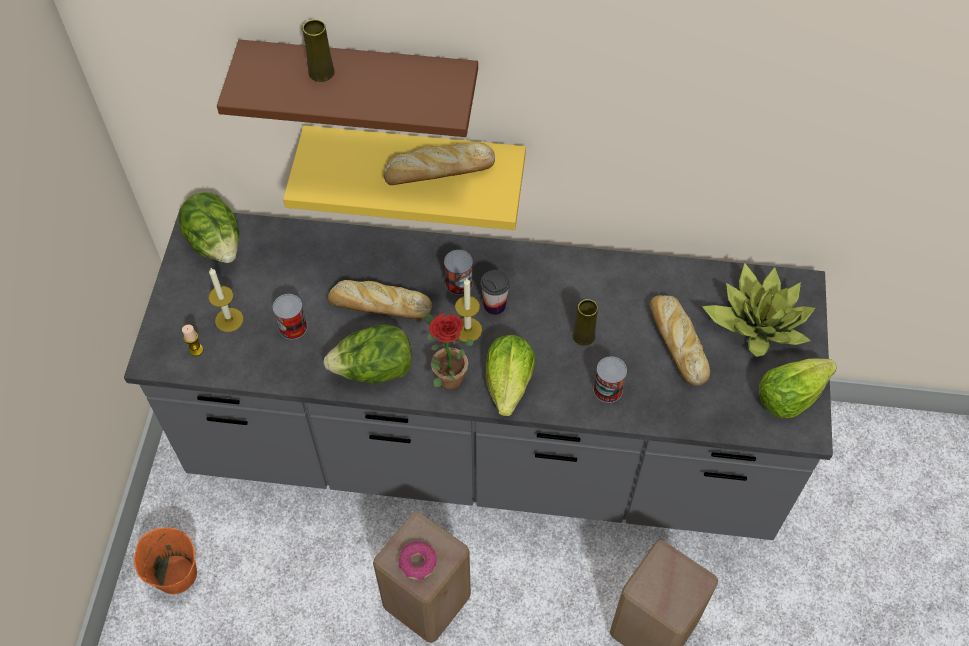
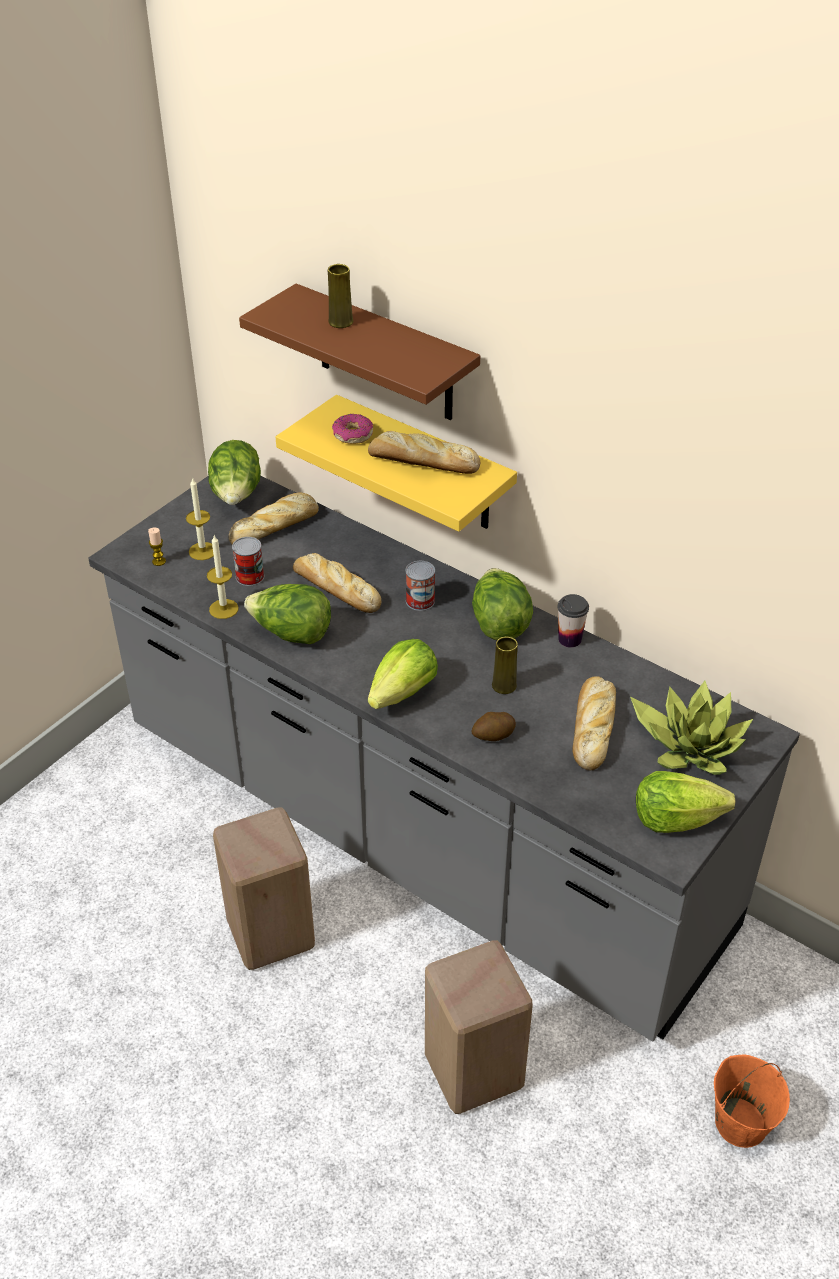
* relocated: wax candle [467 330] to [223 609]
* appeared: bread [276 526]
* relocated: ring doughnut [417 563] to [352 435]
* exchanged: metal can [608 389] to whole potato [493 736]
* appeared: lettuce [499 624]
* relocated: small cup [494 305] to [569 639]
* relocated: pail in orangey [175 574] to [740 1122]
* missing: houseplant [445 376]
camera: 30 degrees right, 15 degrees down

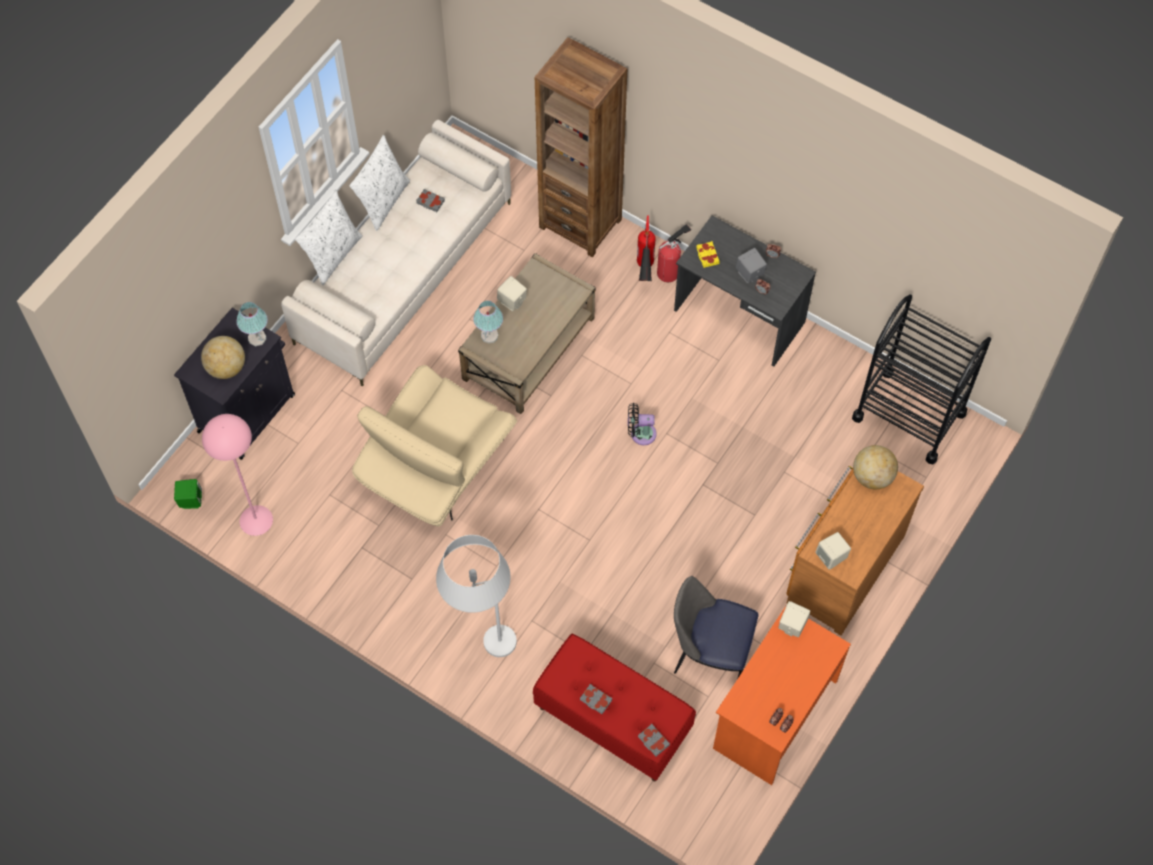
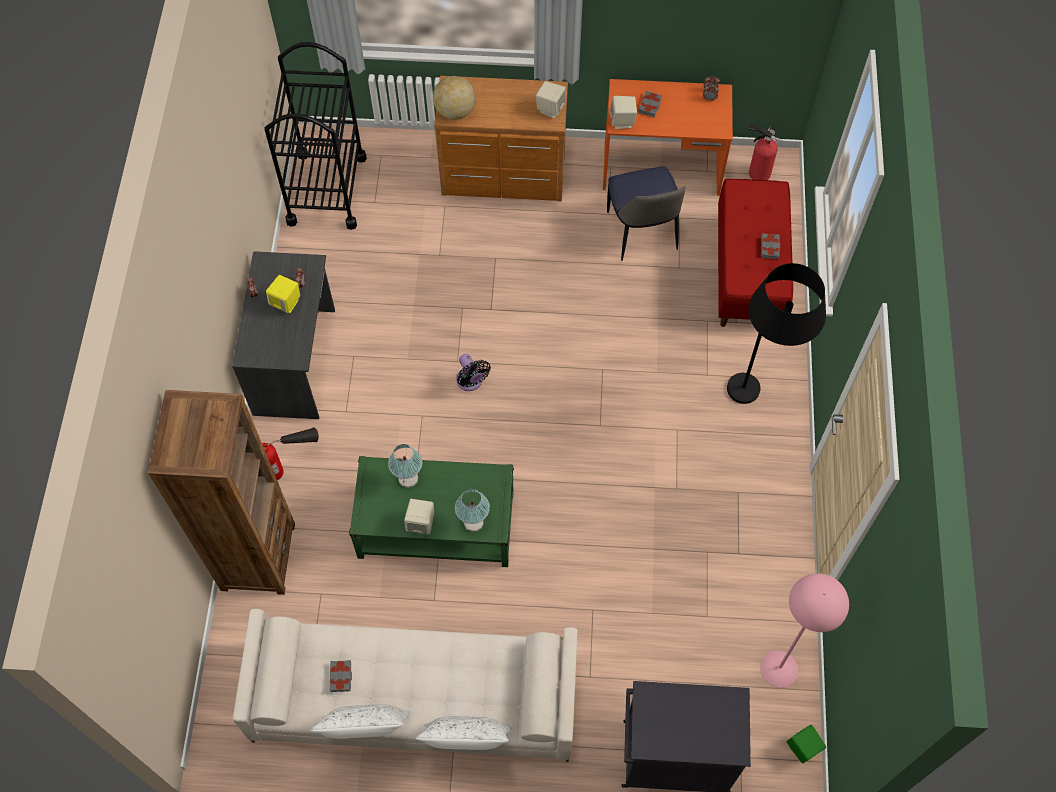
* colour: speaker in greyish [749 274] to speaker in yellowish [286 302]
* colour: coffee table in beige [528 348] to coffee table in green [436 525]
* relocated: table lamp [257 338] to [408 478]
* relocated: book in greyish [653 741] to [650 106]
* colour: standard lamp in whitish [481 646] to standard lamp in black-coloured [757 401]
* relocated: fire extinguisher [670 271] to [757 172]
* missing: globe [226 368]
* missing: armchair in beige [435 467]
* missing: book in yellowish [707 256]
camera: 120 degrees left, 0 degrees up

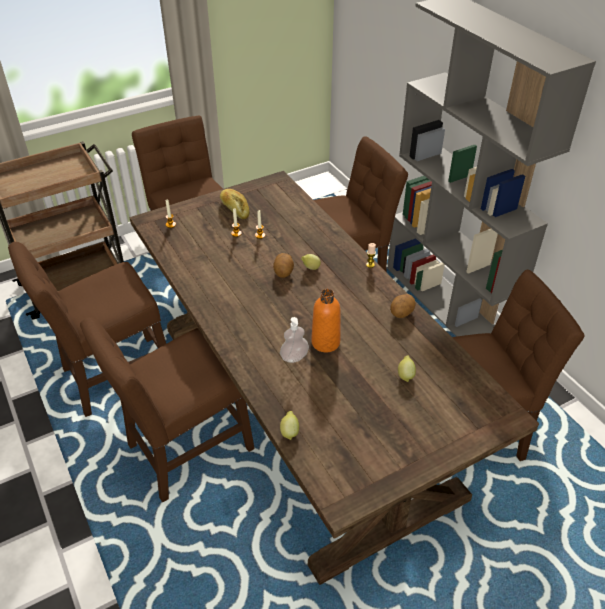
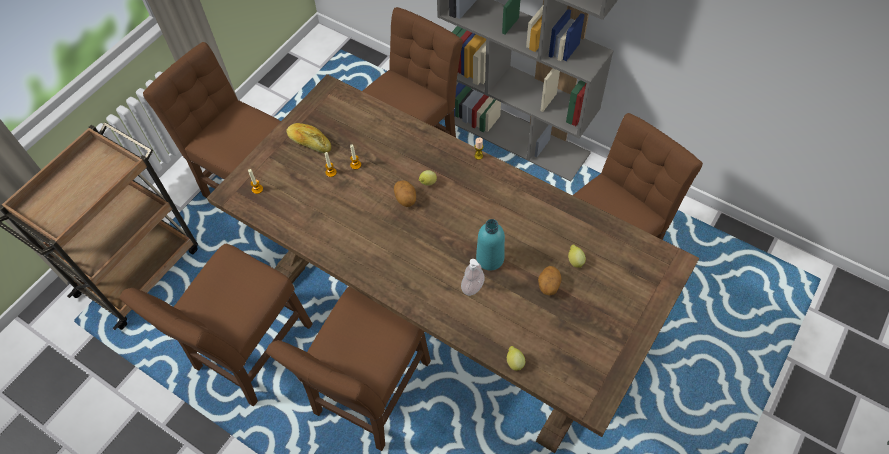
* colour: drink bottle in orangey [325 342] to drink bottle in turquoise-coloured [490 258]
* relocated: whole potato [401 313] to [548 286]
camera: 25 degrees left, 15 degrees up

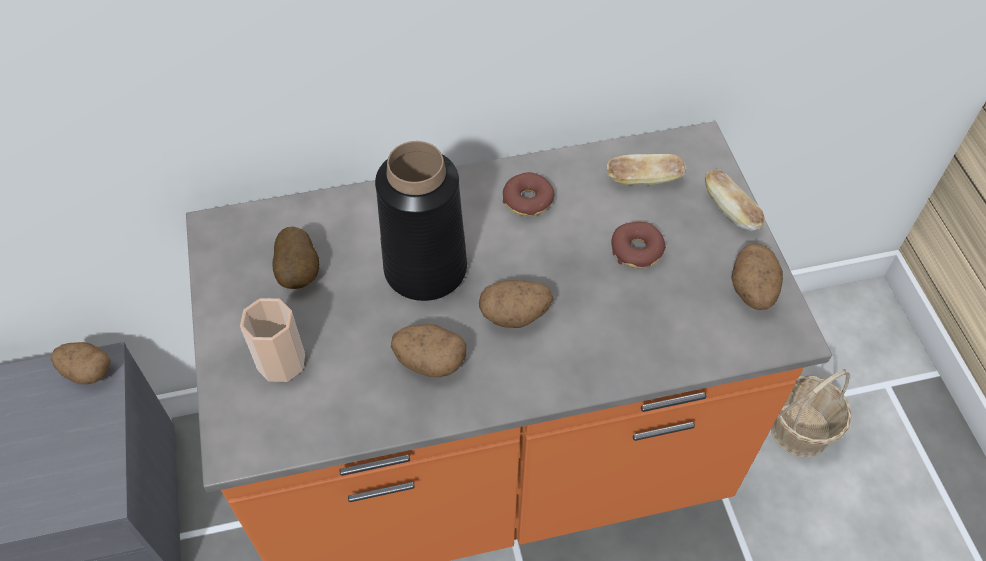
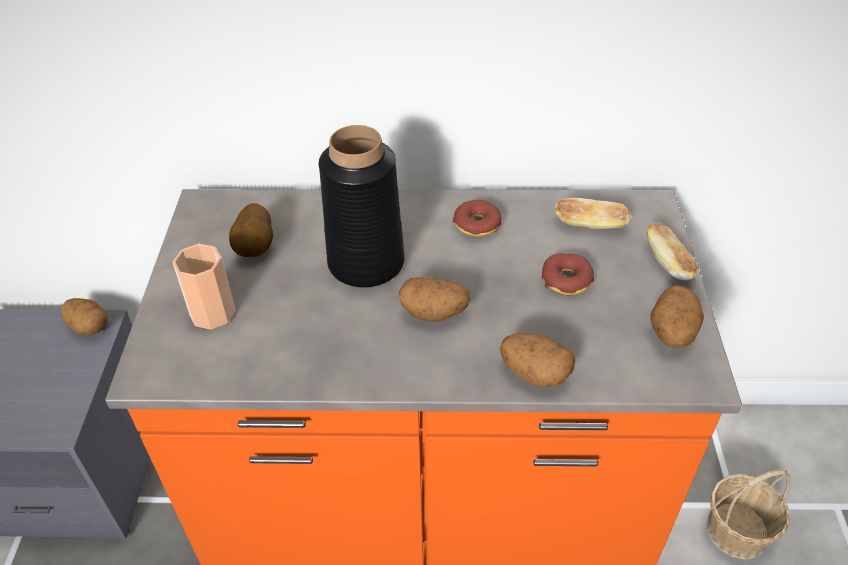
* relocated: whole potato [429 361] to [534 373]
camera: 15 degrees right, 10 degrees down

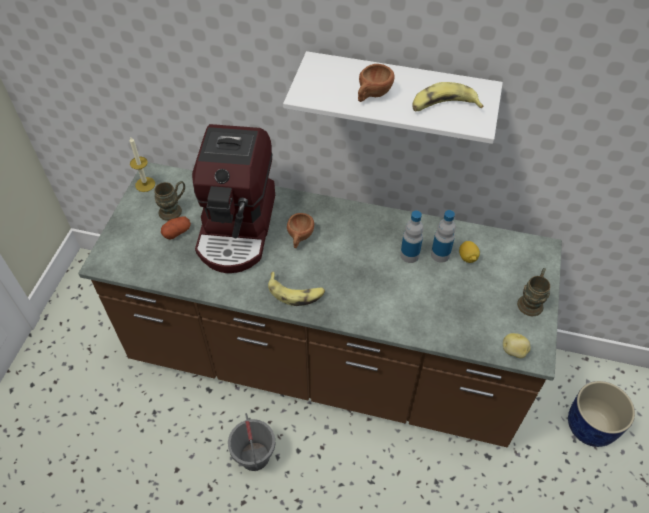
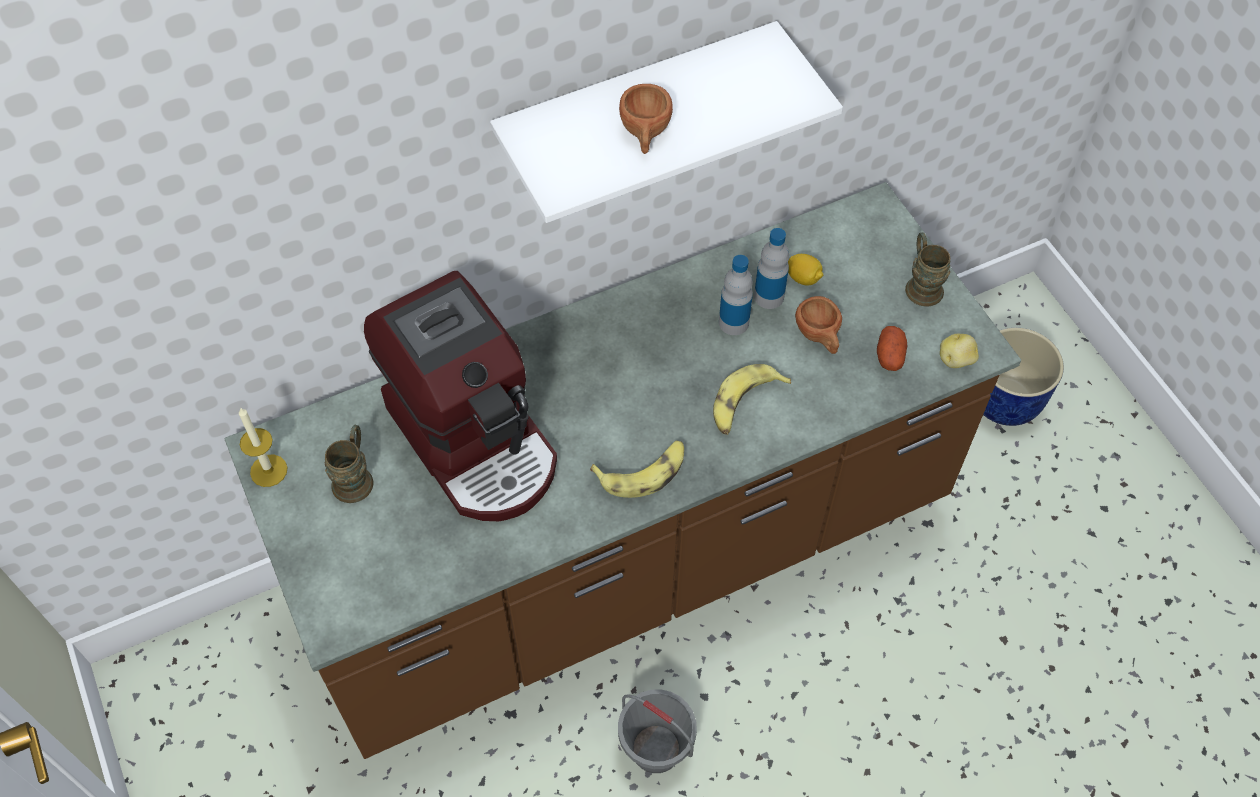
* relocated: whole banana [443 106] to [744 404]
* relocated: small cup in brownish [299 238] to [819 336]
* relocated: whole potato [177 232] to [889 355]
camera: 40 degrees left, 5 degrees up

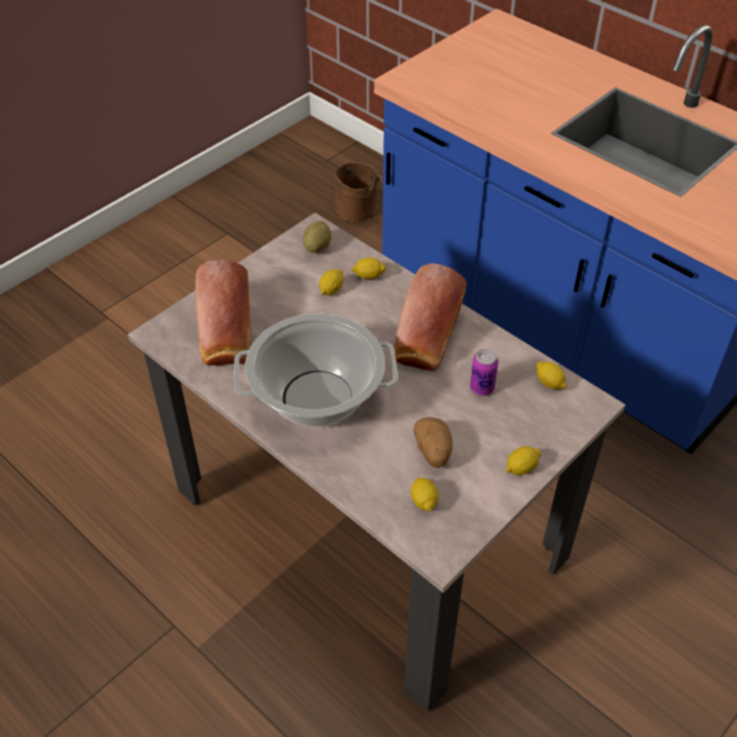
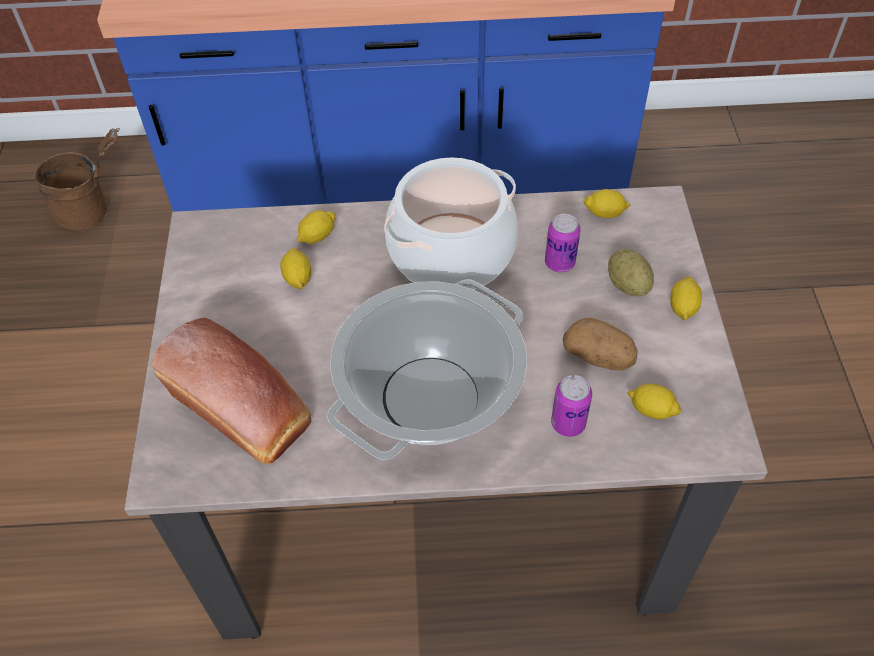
* exchanged: bread [426 337] to stockpot [451 254]
* appeared: metal can [568 423]
* relocated: whole potato [317 247] to [627 285]
camera: 45 degrees left, 5 degrees up

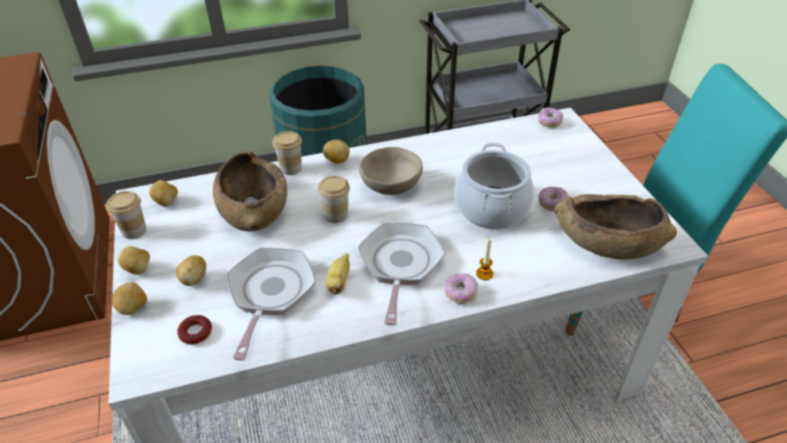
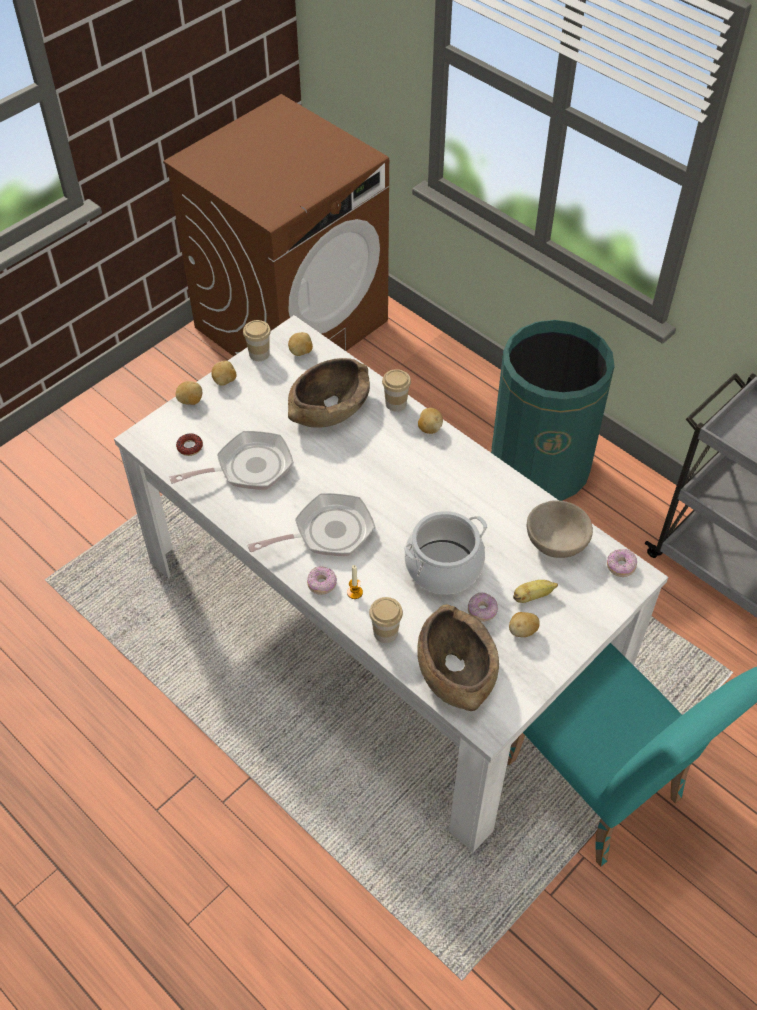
* relocated: small cup [336 215] to [385 632]
* relocated: whole potato [194 279] to [522 631]
* relocated: whole banana [339 282] to [532 596]
* relocated: deep dish in beige [391 186] to [557 542]
camera: 60 degrees right, 10 degrees up

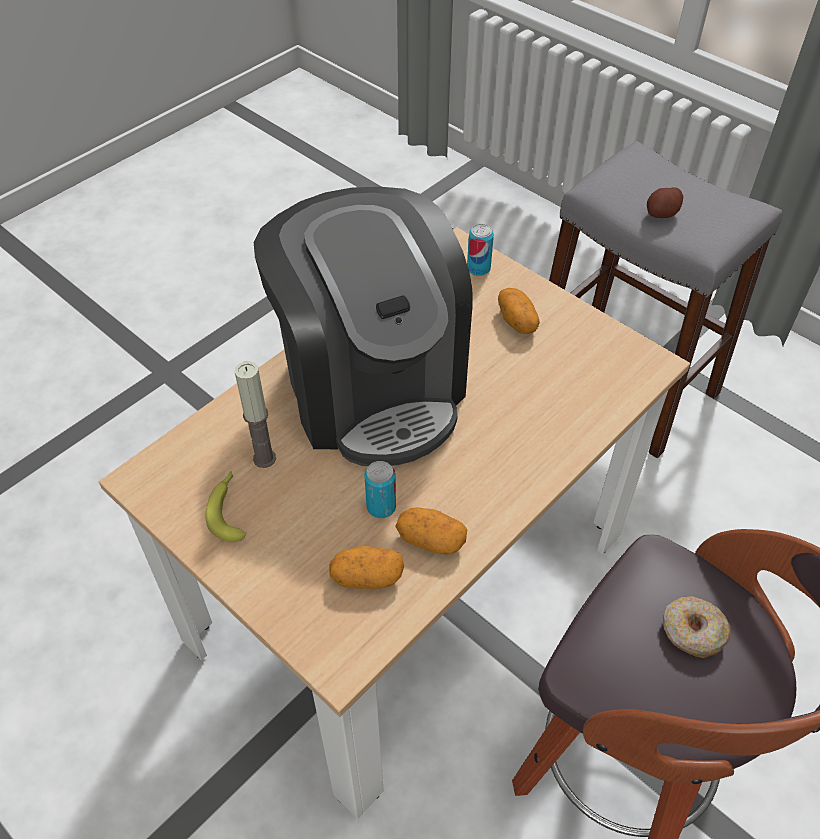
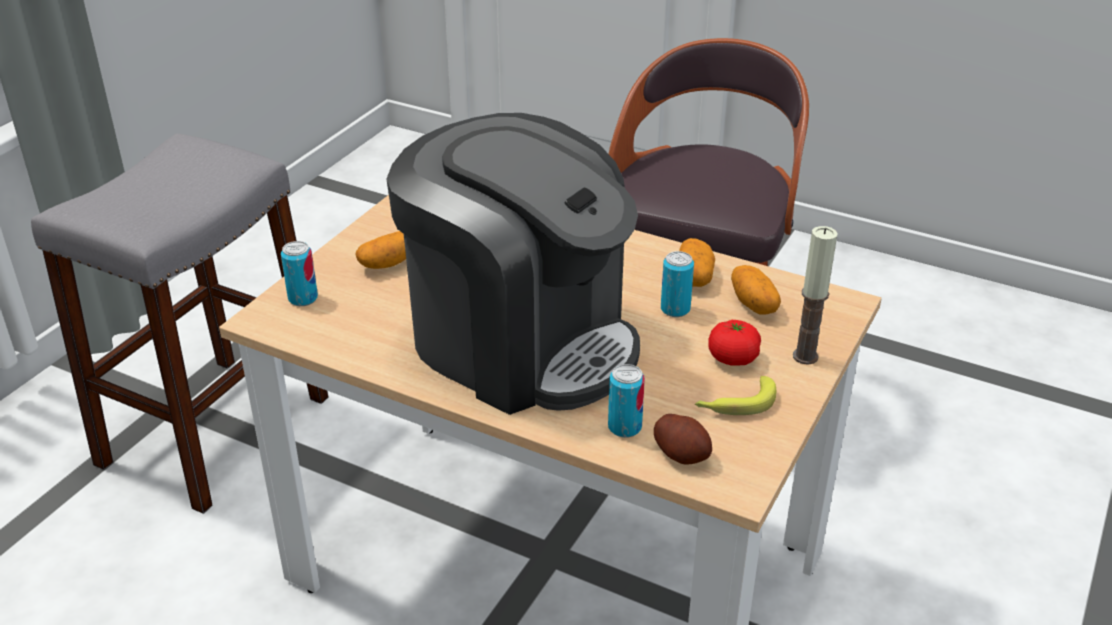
* spun: coffee maker [372 386] = [521 342] 75 degrees clockwise
* appeared: metal can [624 427]
* relocated: whole potato [662 214] to [682 454]
* appeared: whole tomato [733 358]
* relocated: wax candle [264 458] to [805 356]
* missing: ring doughnut [692 632]
camera: 105 degrees left, 15 degrees down

